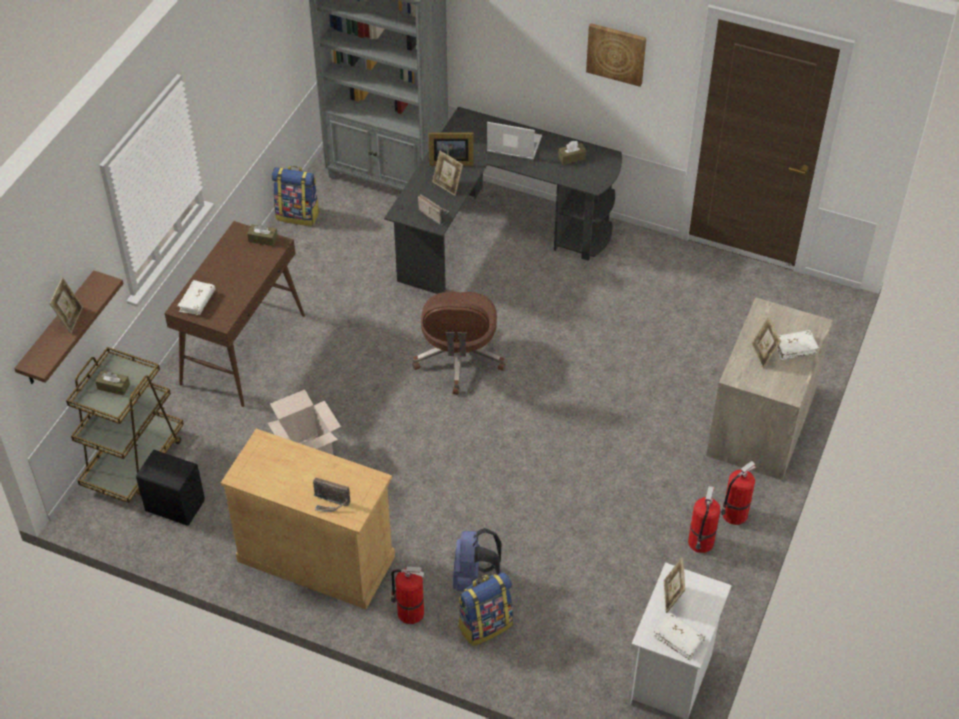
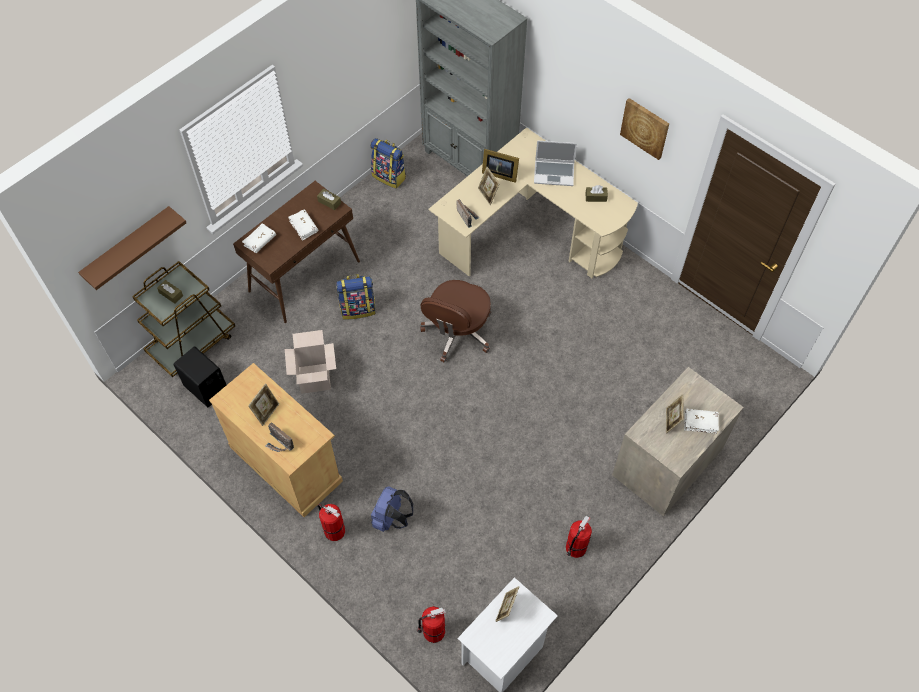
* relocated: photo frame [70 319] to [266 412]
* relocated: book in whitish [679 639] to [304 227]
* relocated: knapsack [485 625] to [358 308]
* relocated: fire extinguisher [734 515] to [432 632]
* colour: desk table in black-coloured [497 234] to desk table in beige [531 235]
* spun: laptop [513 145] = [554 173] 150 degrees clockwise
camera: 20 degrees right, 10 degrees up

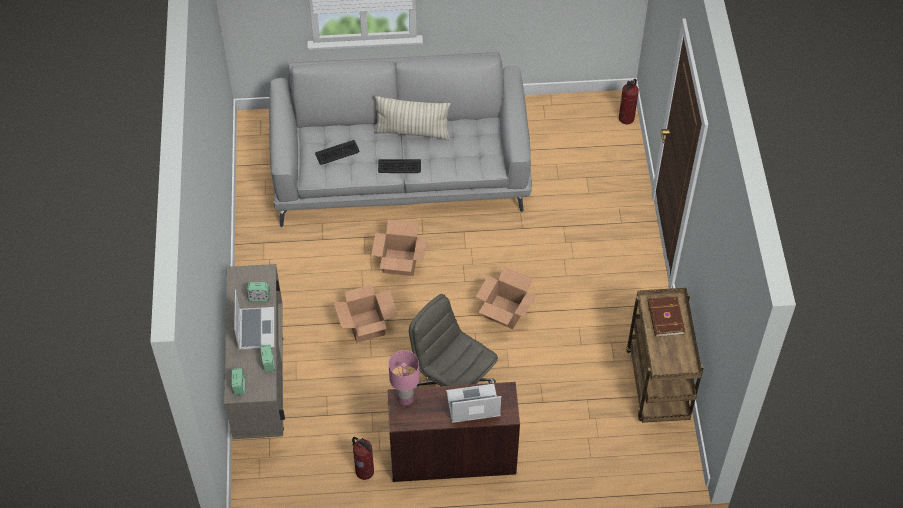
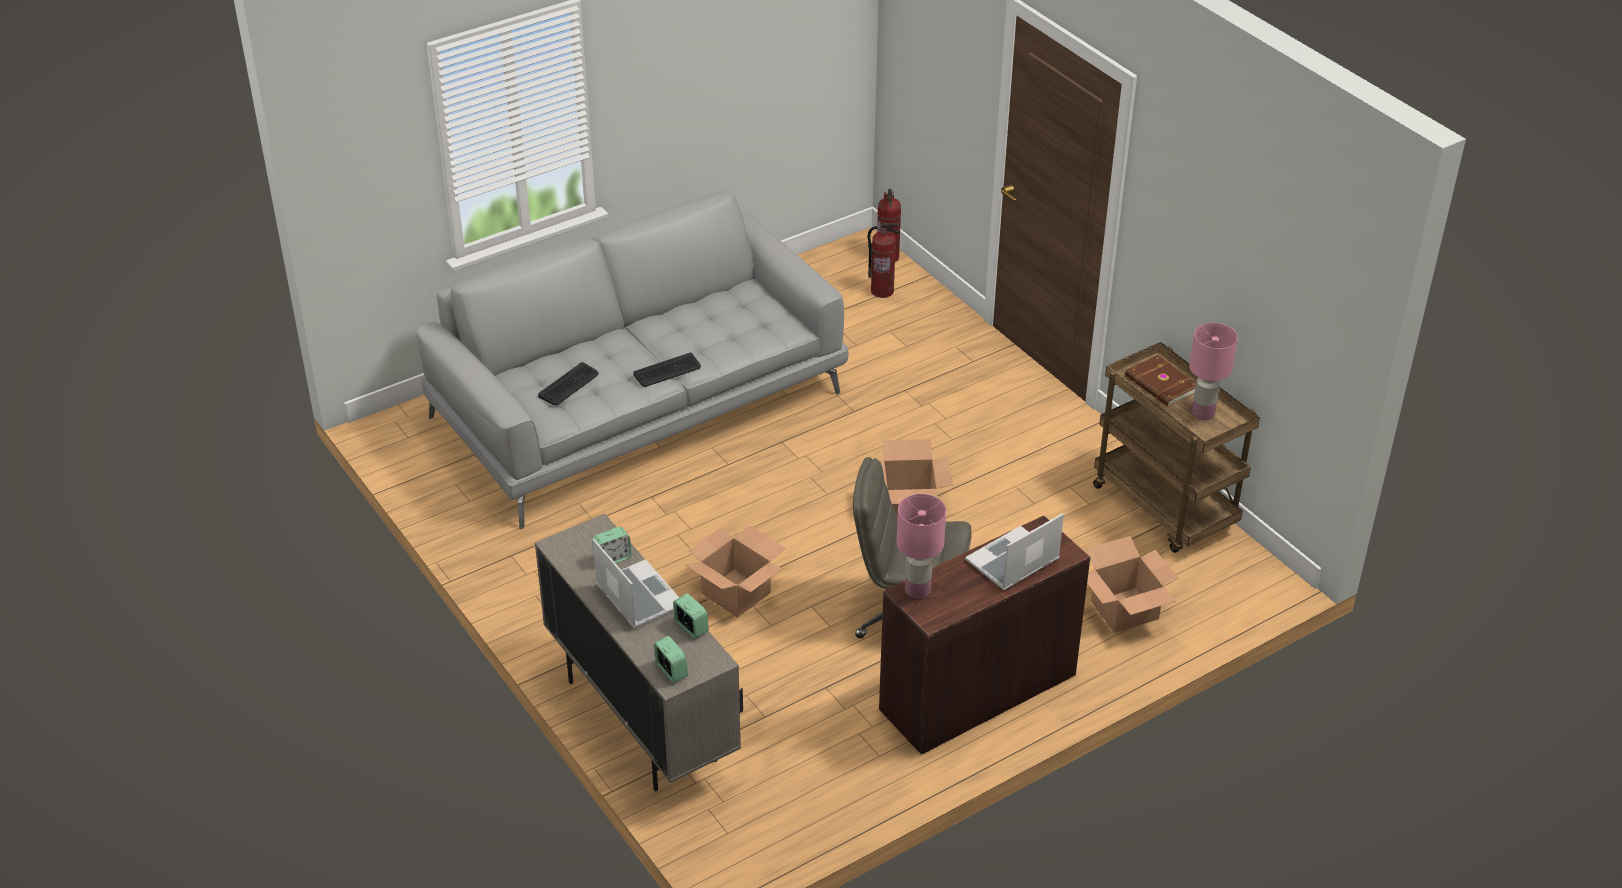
* relocated: fire extinguisher [365 471] to [882 291]
* relocated: carton [400 262] to [1125 610]
* appeared: table lamp in pinkish [1203 413]
* missing: cushion [412 132]
camera: 30 degrees left, 15 degrees down

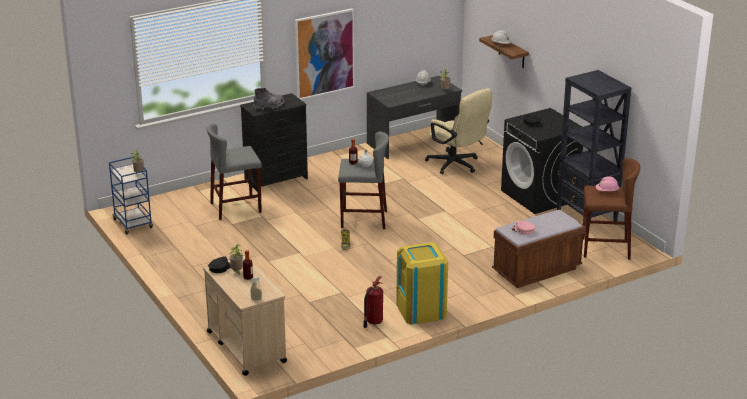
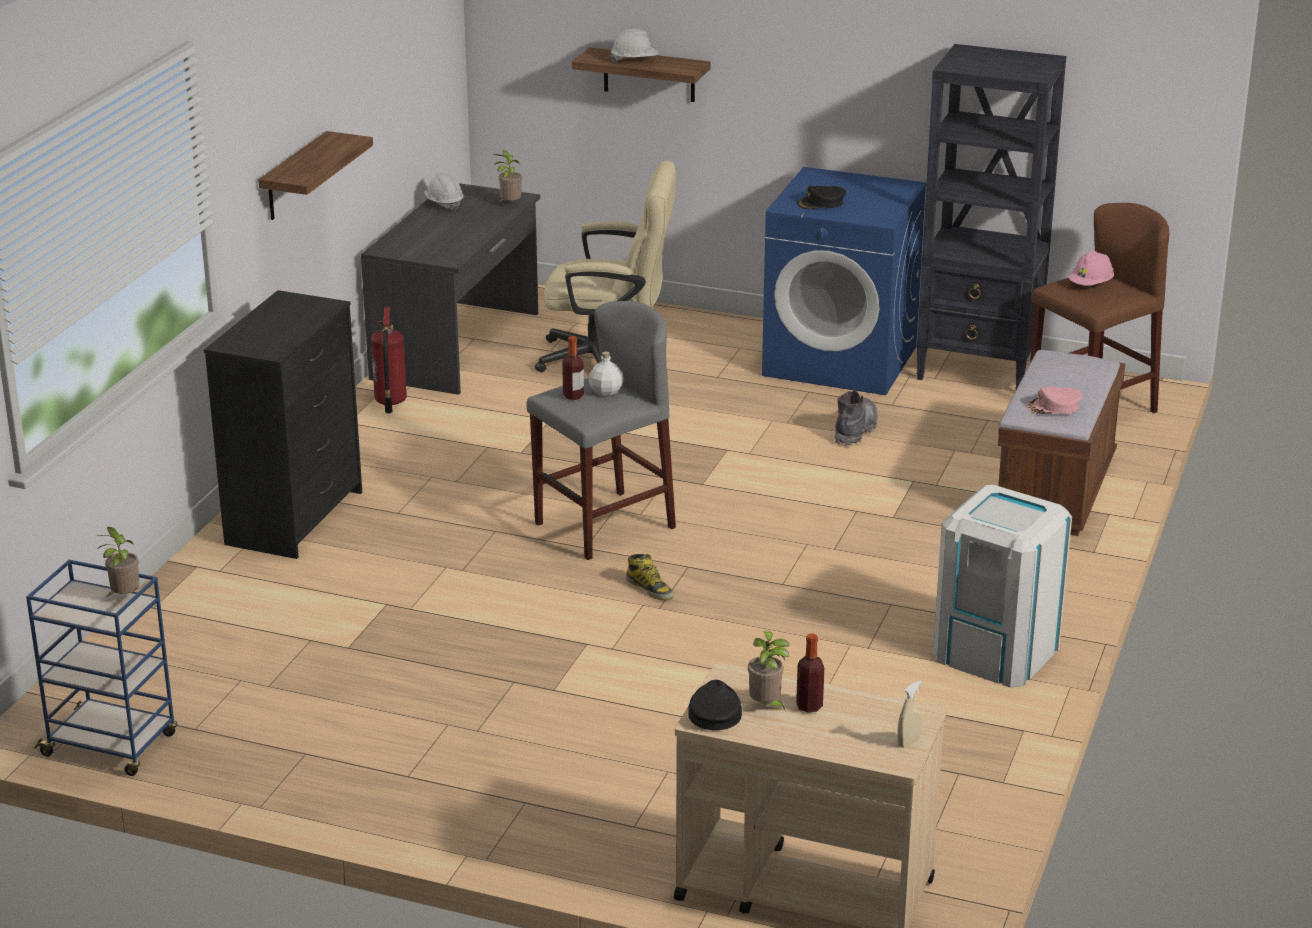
* exchanged: wall art [324 53] to wall shelf [294 177]
* relocated: fire extinguisher [373 322] to [390 402]
* colour: washing machine in black-coloured [540 196] to washing machine in bluish [841 361]
* relocated: tall boot in greyish [269 106] to [855 430]
* colour: rubbish bin in yellowish [421 310] to rubbish bin in whitish [996 652]
* missing: stool in greyish [236 207]
camera: 40 degrees left, 0 degrees up

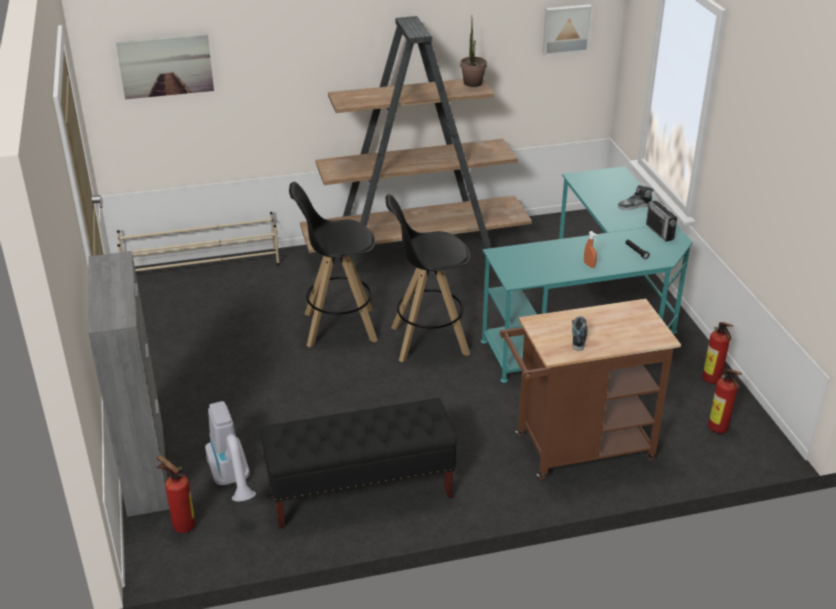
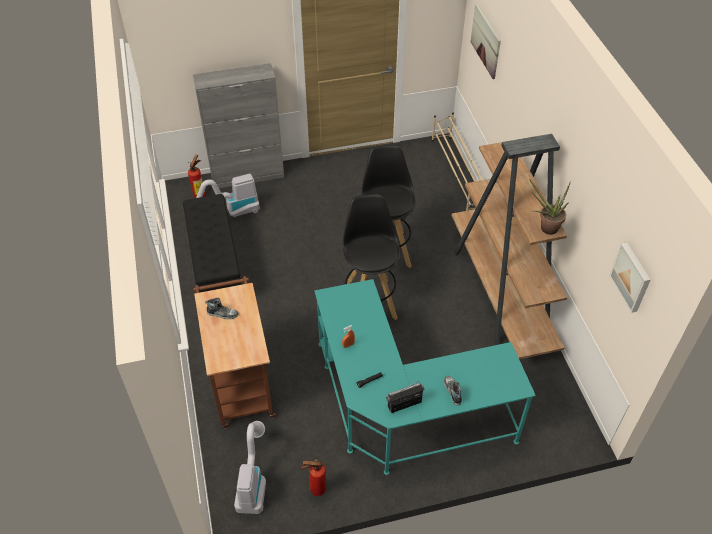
* exchanged: fire extinguisher [719 430] to hoover [253 481]
camera: 90 degrees right, 15 degrees up

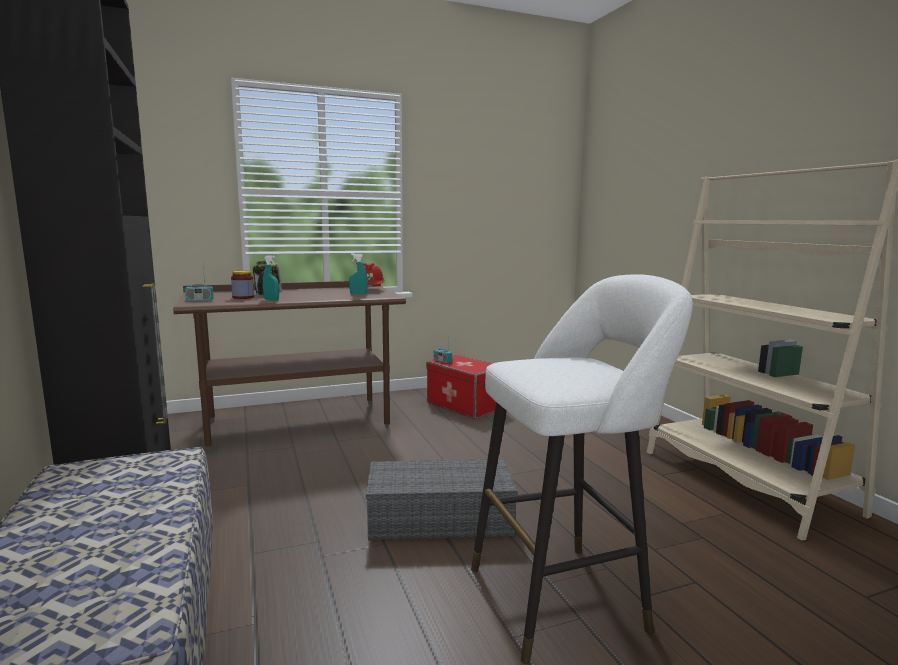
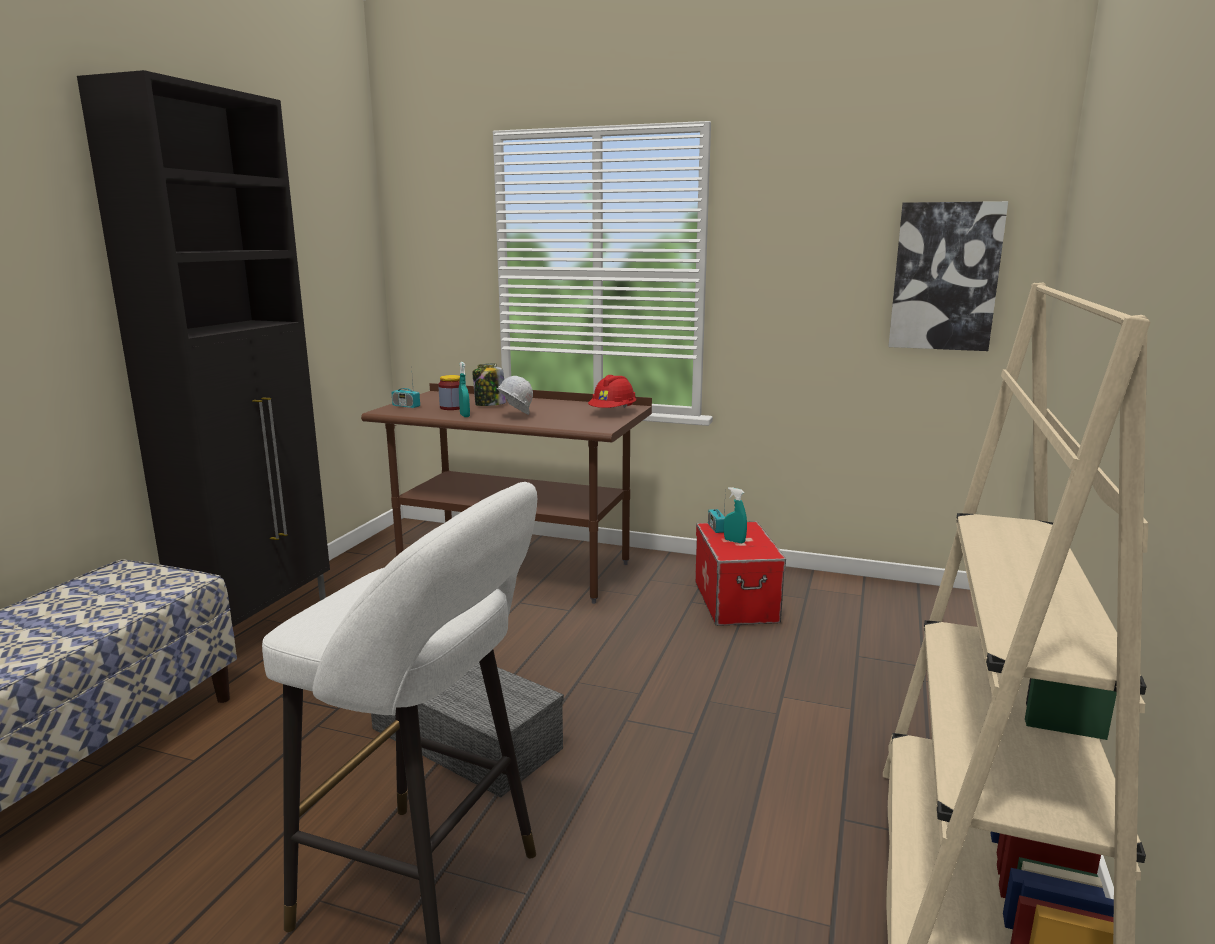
* appeared: hard hat in whitish [514 416]
* relocated: hand sprayer in turquoise-coloured [358 294] to [734 541]
* appeared: wall art [945 276]
camera: 40 degrees right, 5 degrees up

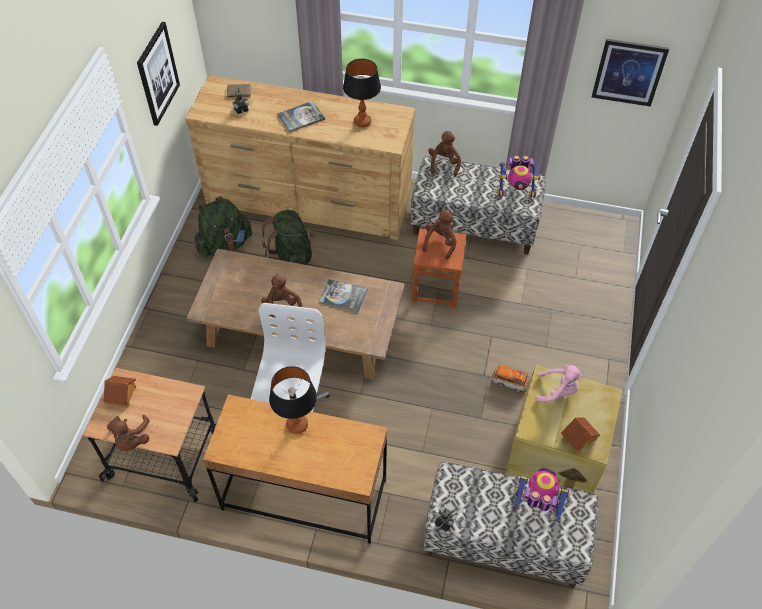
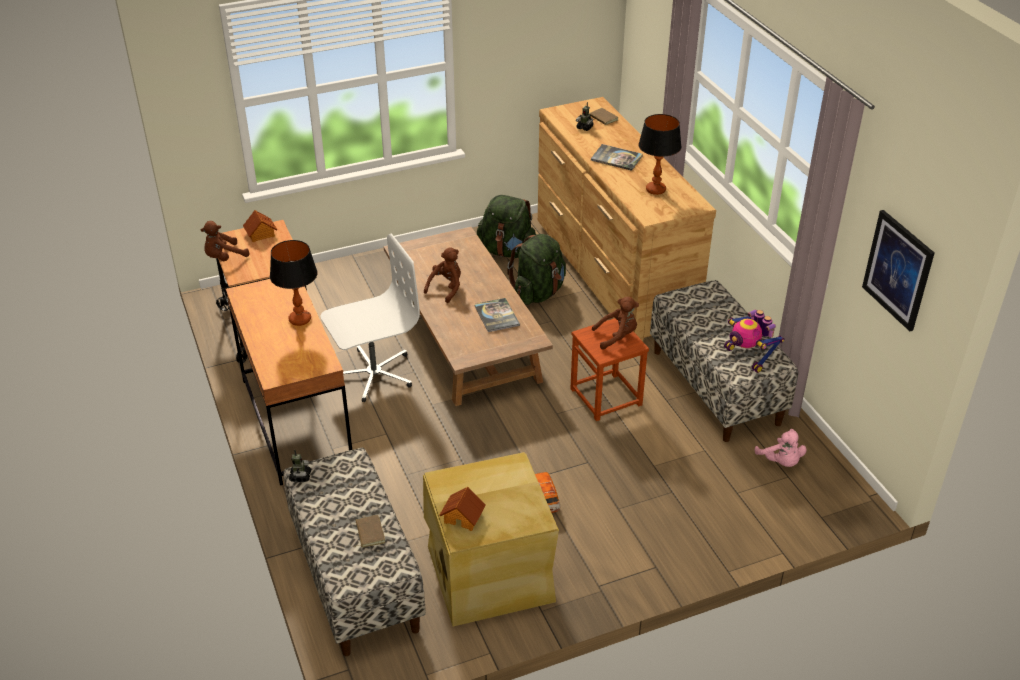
* exchanged: robot figure [536 506] to book in brownish [369 533]
* relocated: soft toy in pinkish [557 391] to [781 462]
* missing: wall art [157 74]
* missing: soft toy in brownish [444 164]
camera: 55 degrees right, 15 degrees down

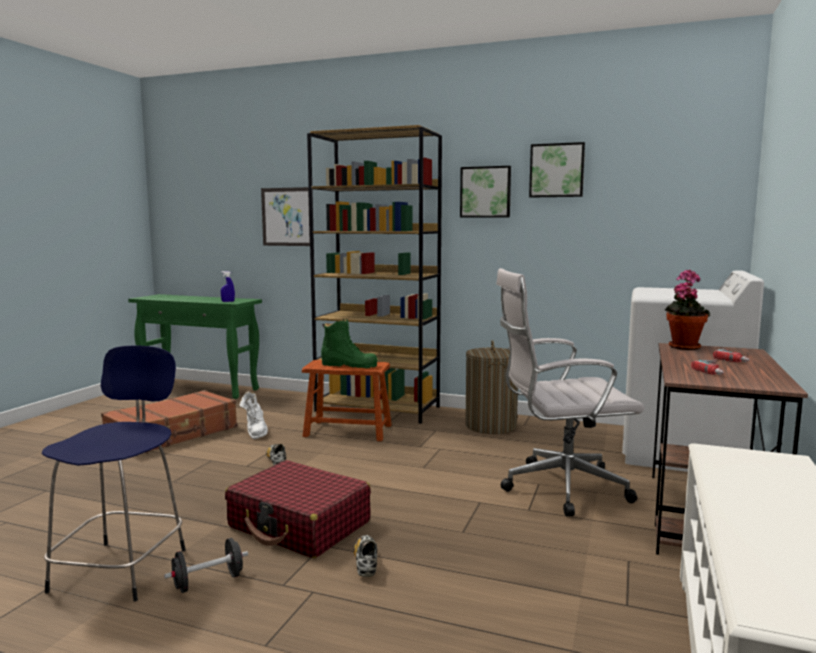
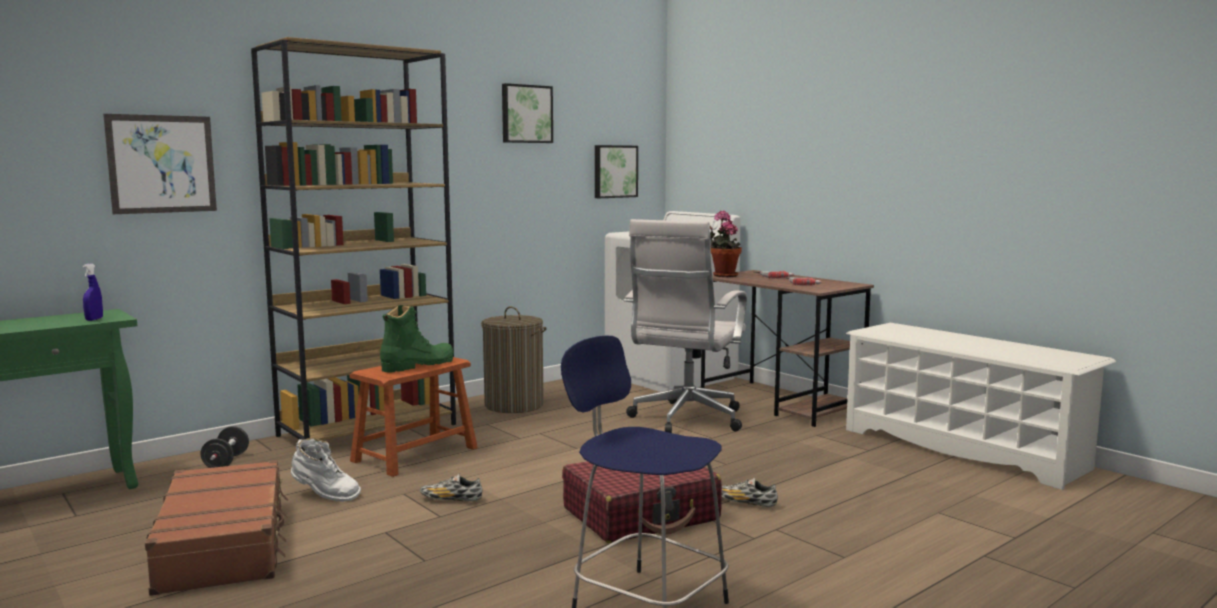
* relocated: hand weight in black-coloured [208 582] to [226 462]
* relocated: wall art [485 192] to [614 171]
camera: 60 degrees left, 0 degrees up

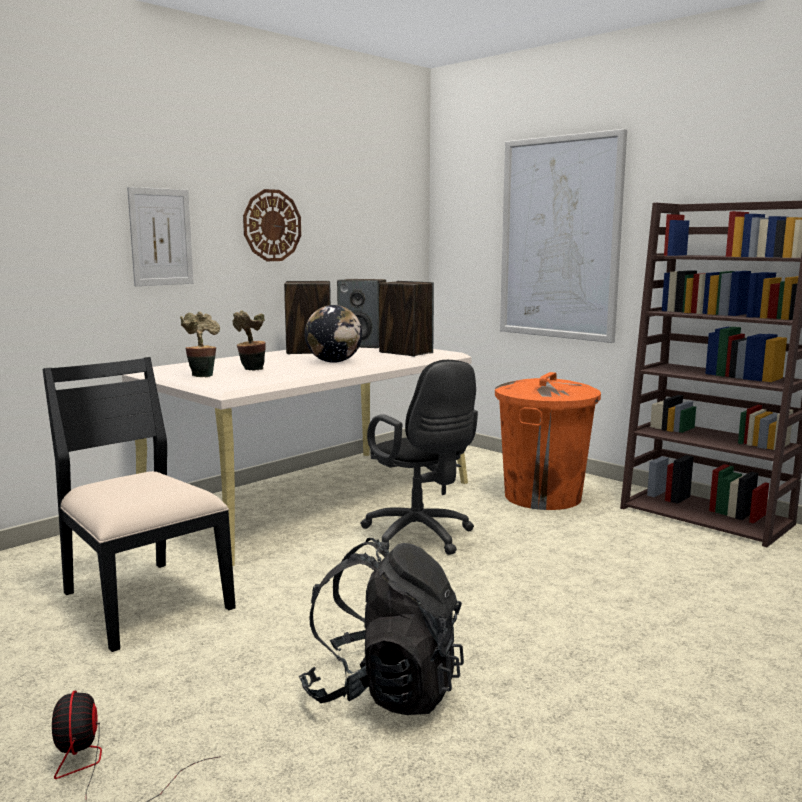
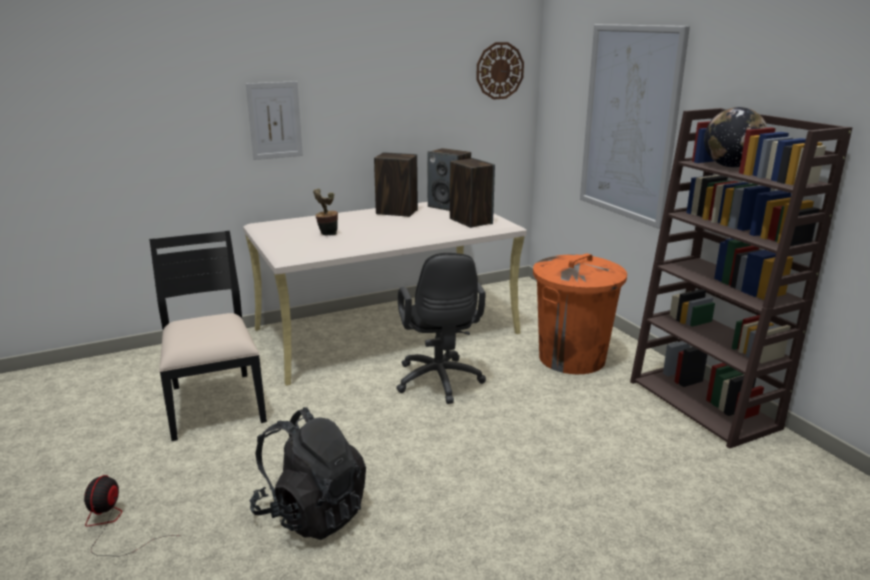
* relocated: hanging clock [272 225] to [499 71]
* relocated: globe [334 362] to [731 166]
* missing: houseplant [202 375]
camera: 20 degrees right, 10 degrees up

